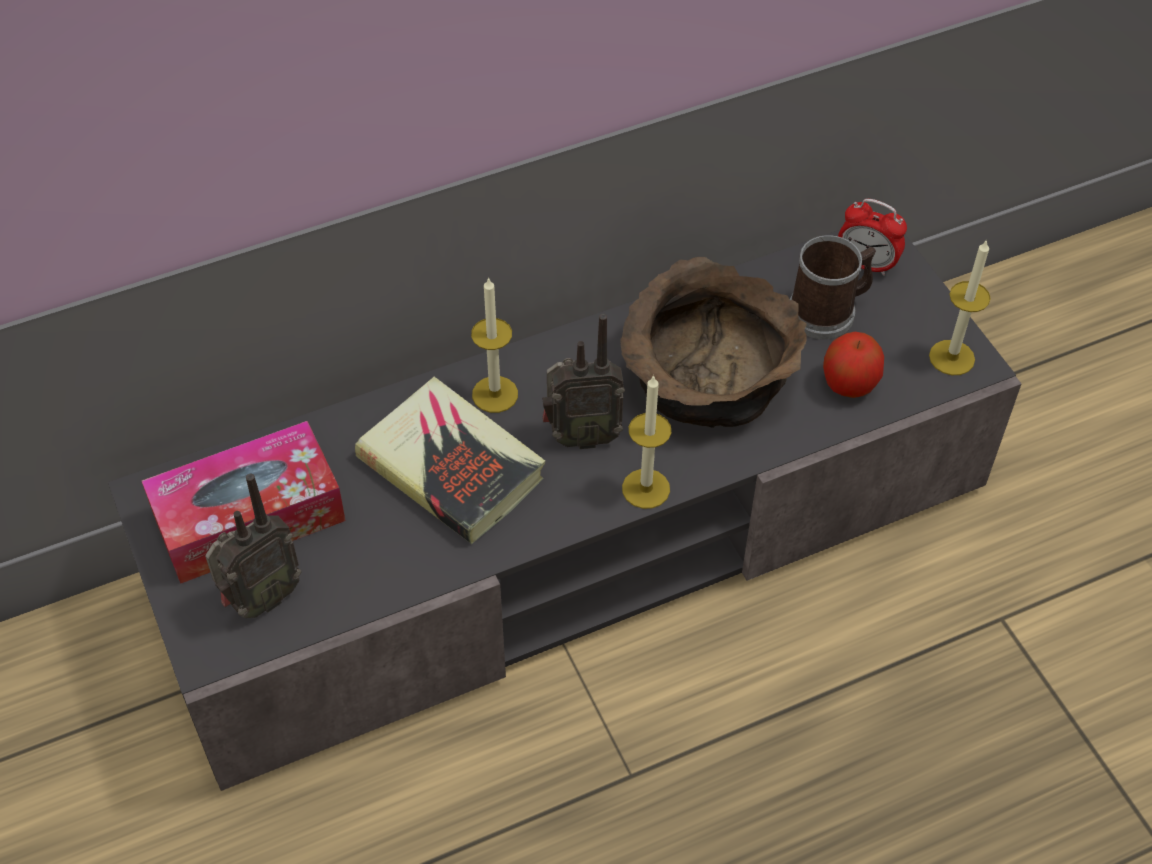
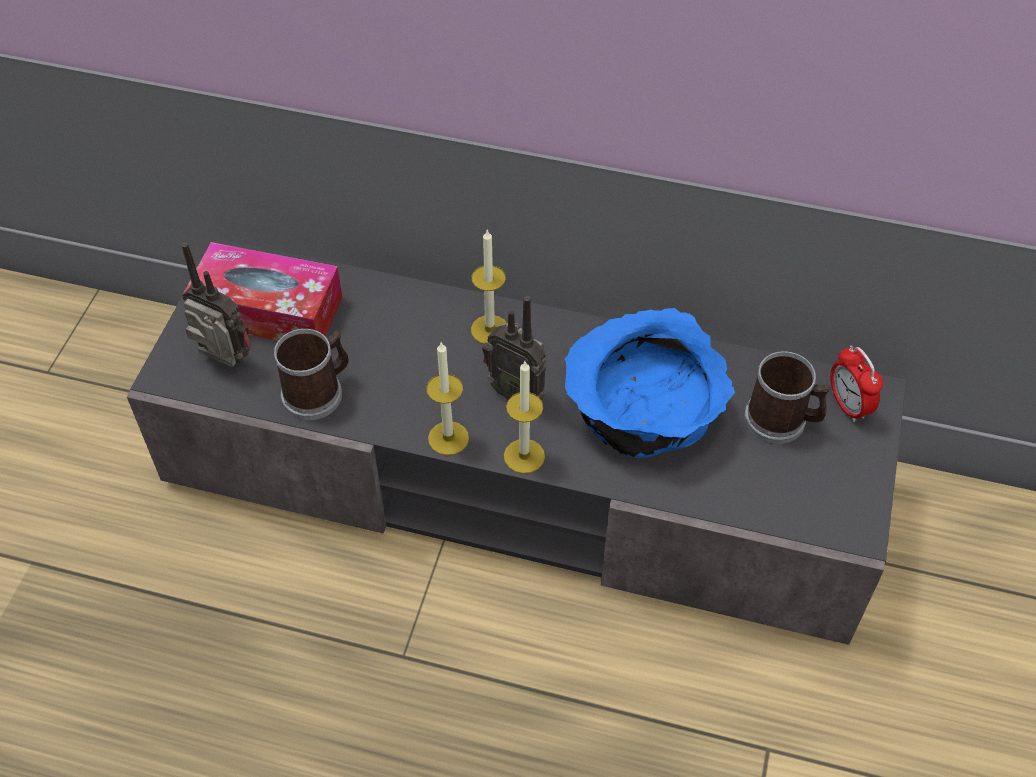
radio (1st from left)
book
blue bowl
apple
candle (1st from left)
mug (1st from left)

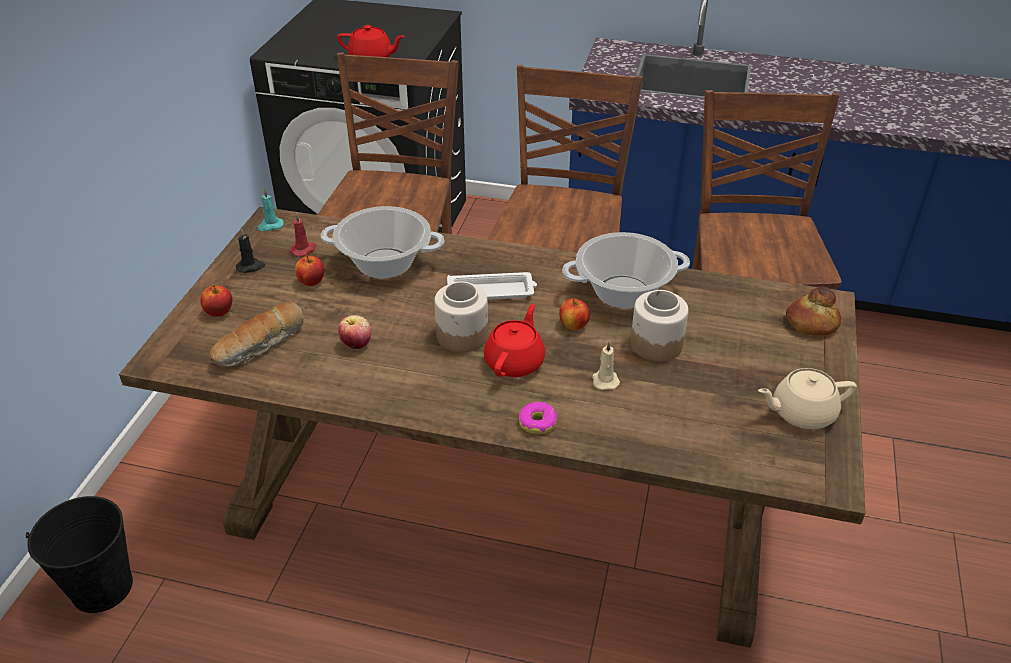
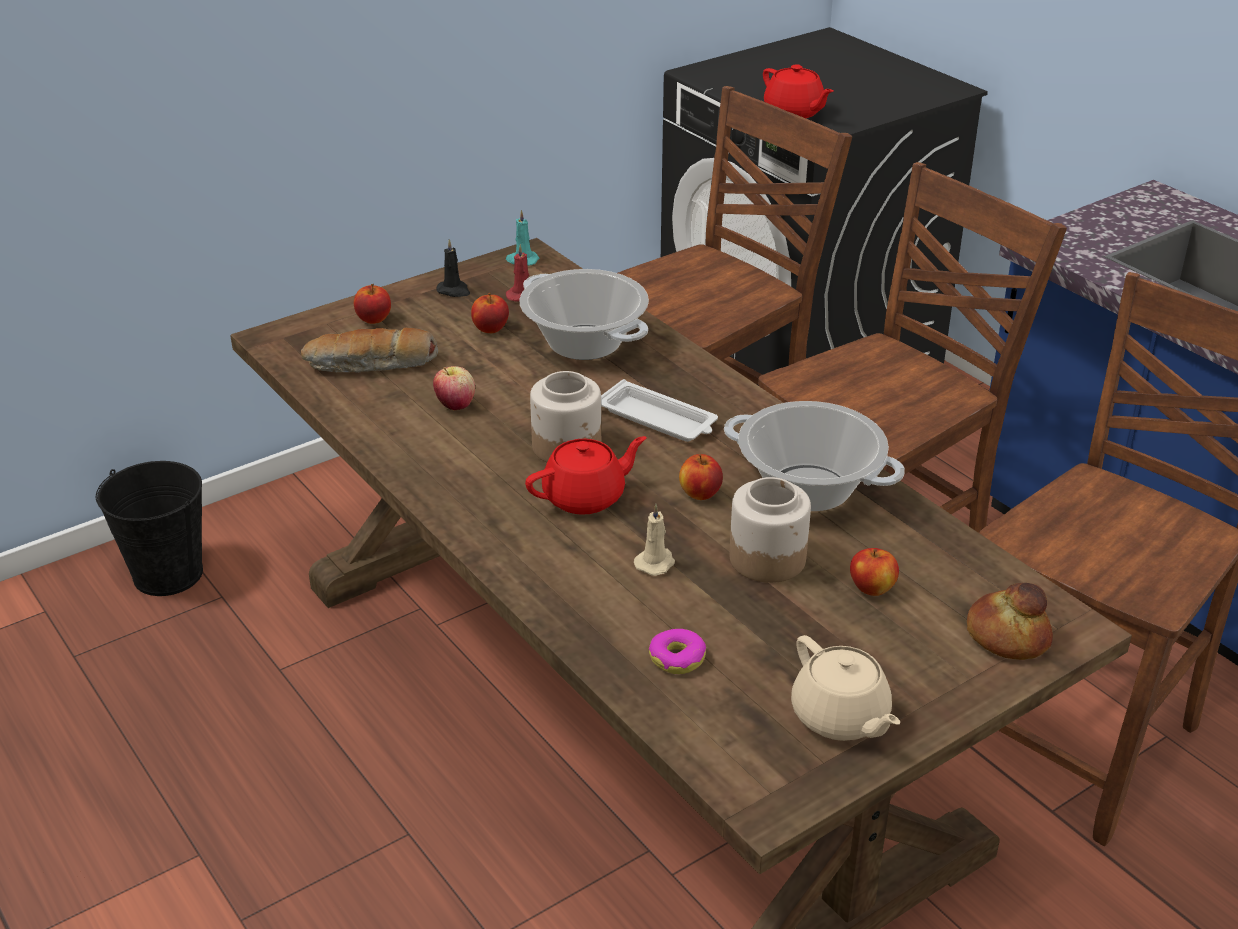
donut
beige teapot
apple (5th from left)

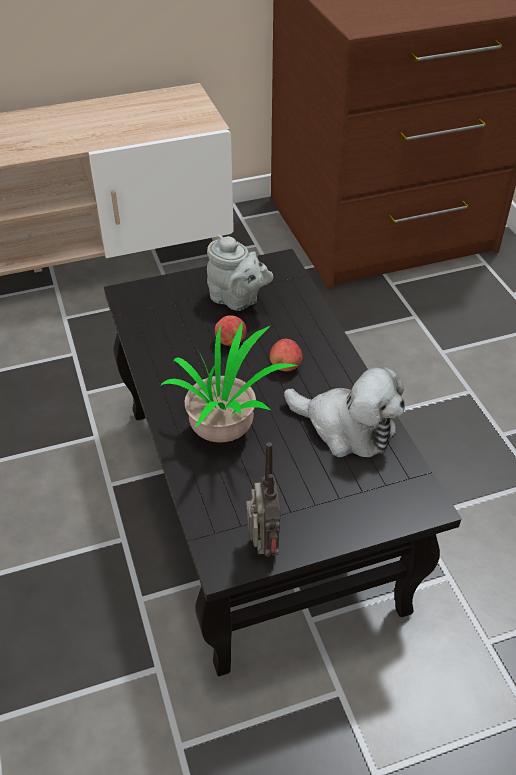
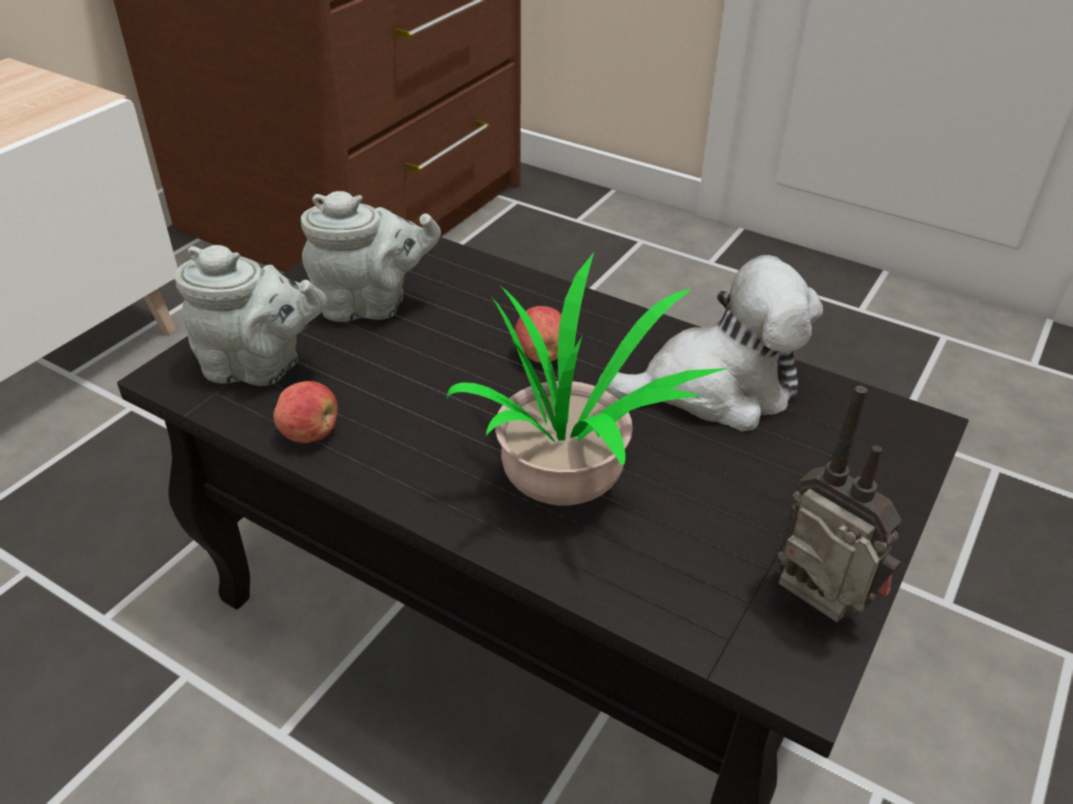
apple (1st from left)
grey teapot (1st from left)

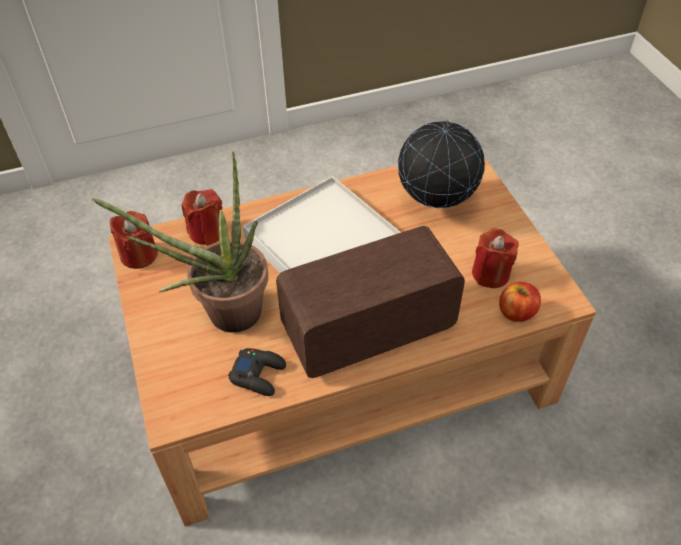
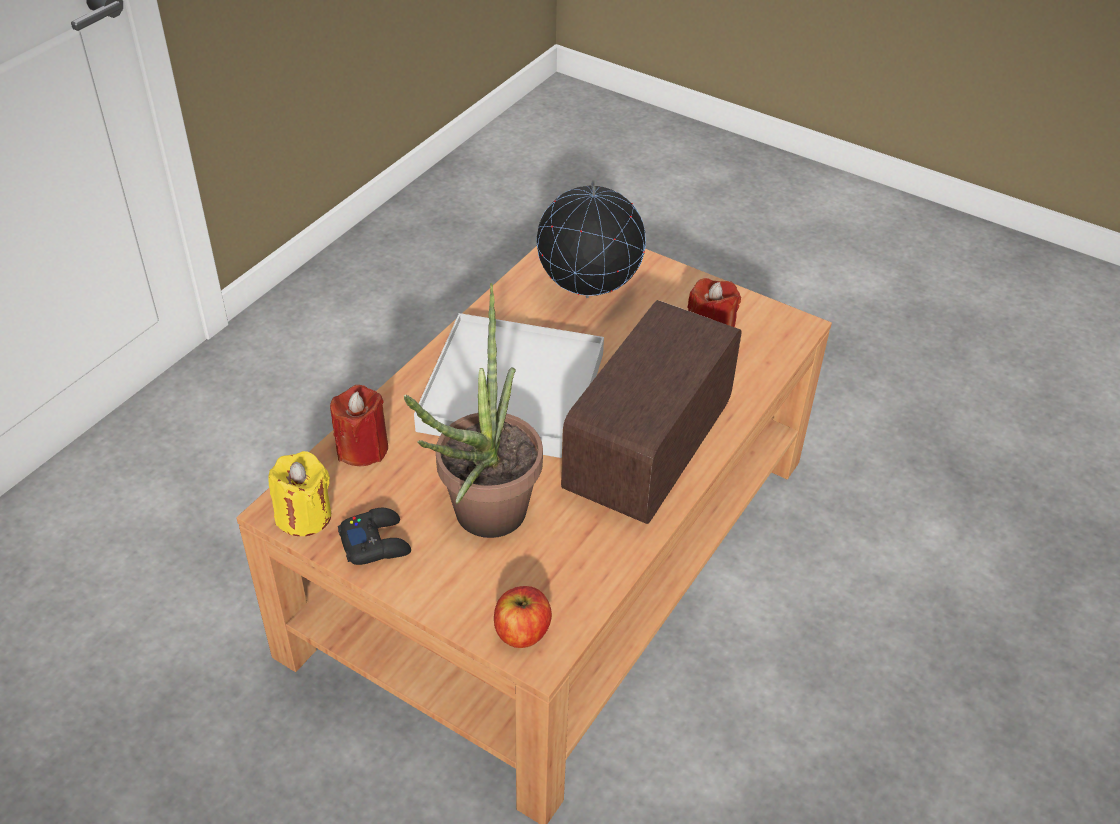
yellow candle
black game controller
apple

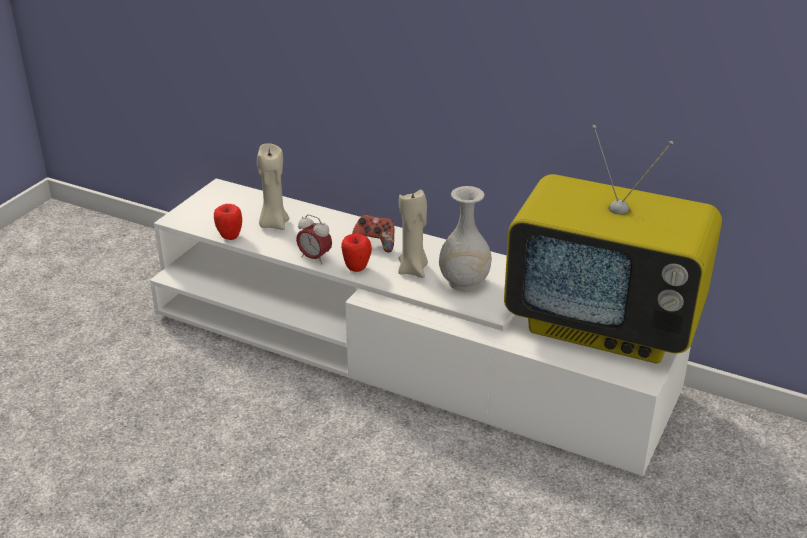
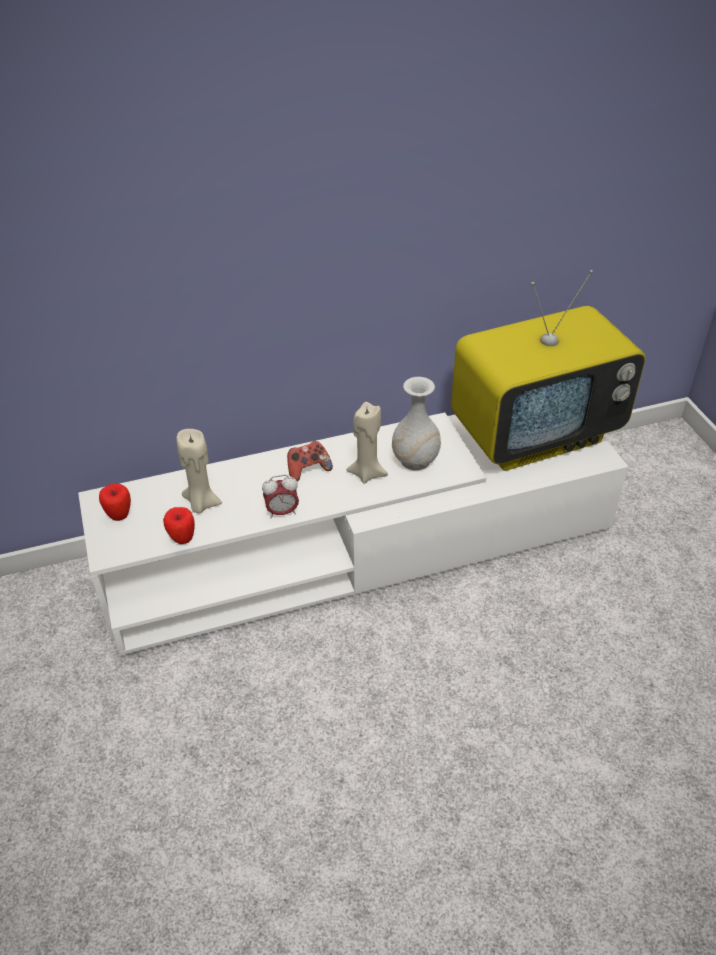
apple (1st from left)

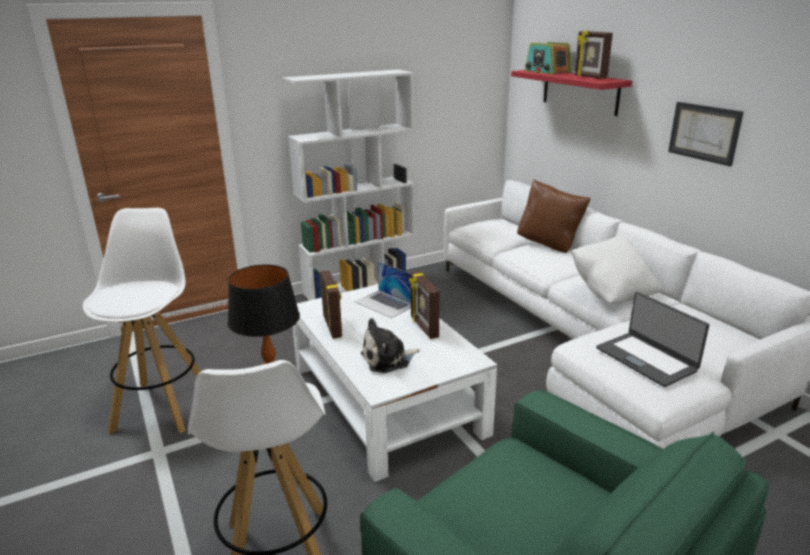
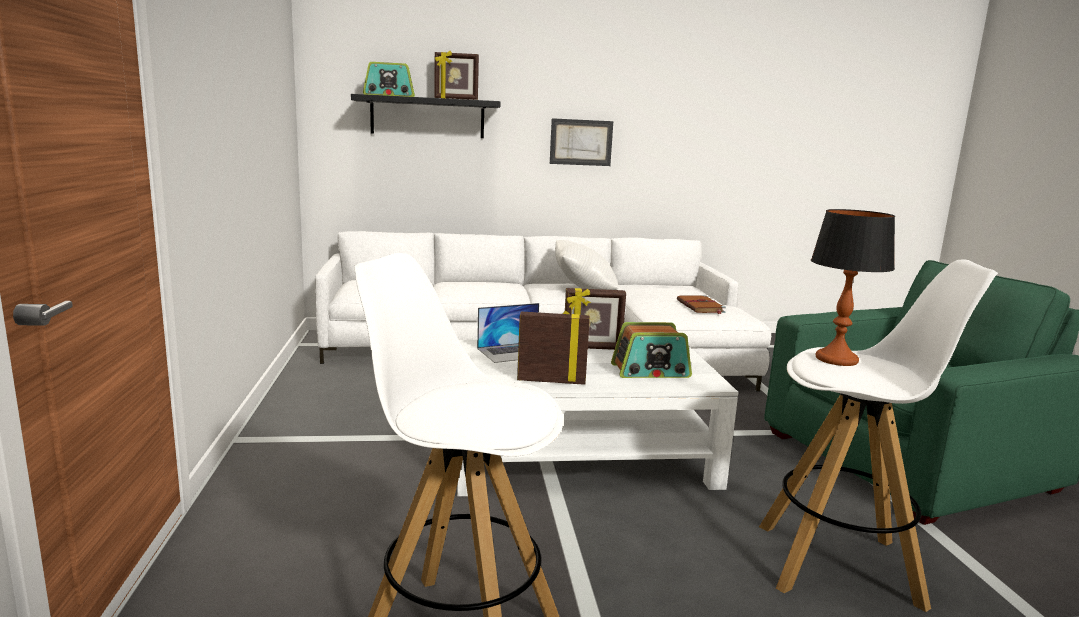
white bookcase
radio (2nd from left)
black shelf
brown pillow
brown book

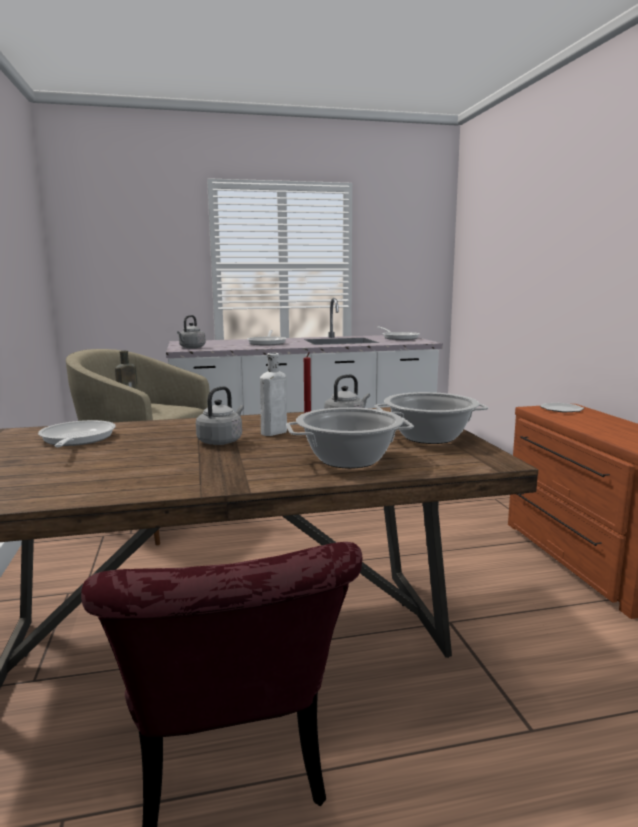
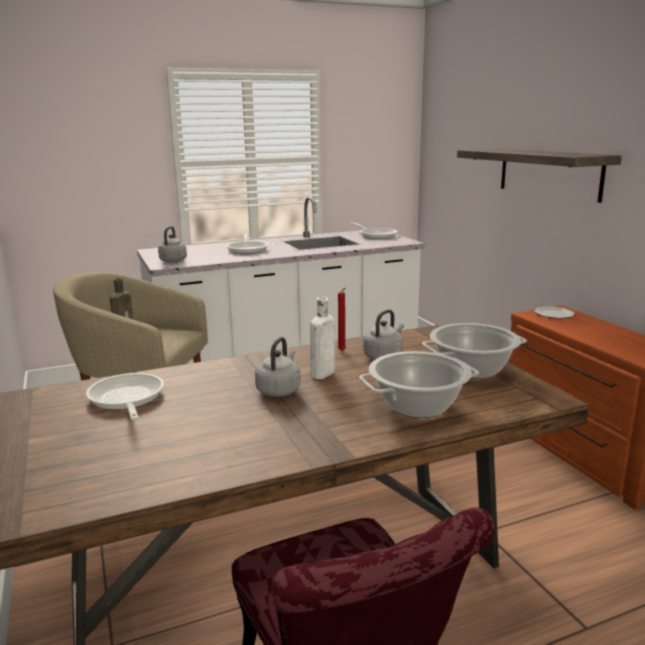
shelf

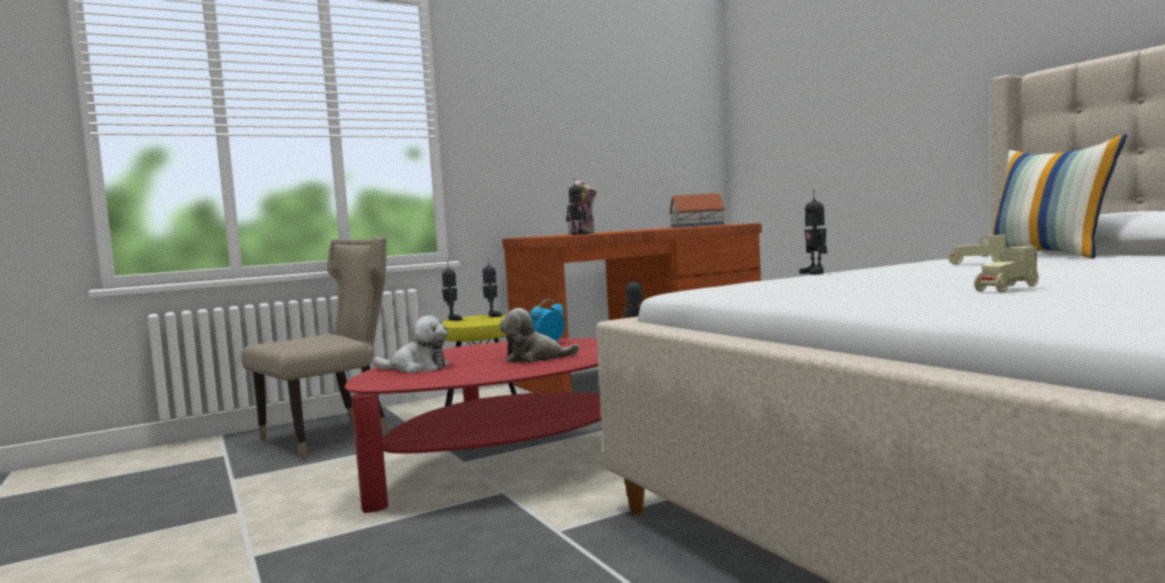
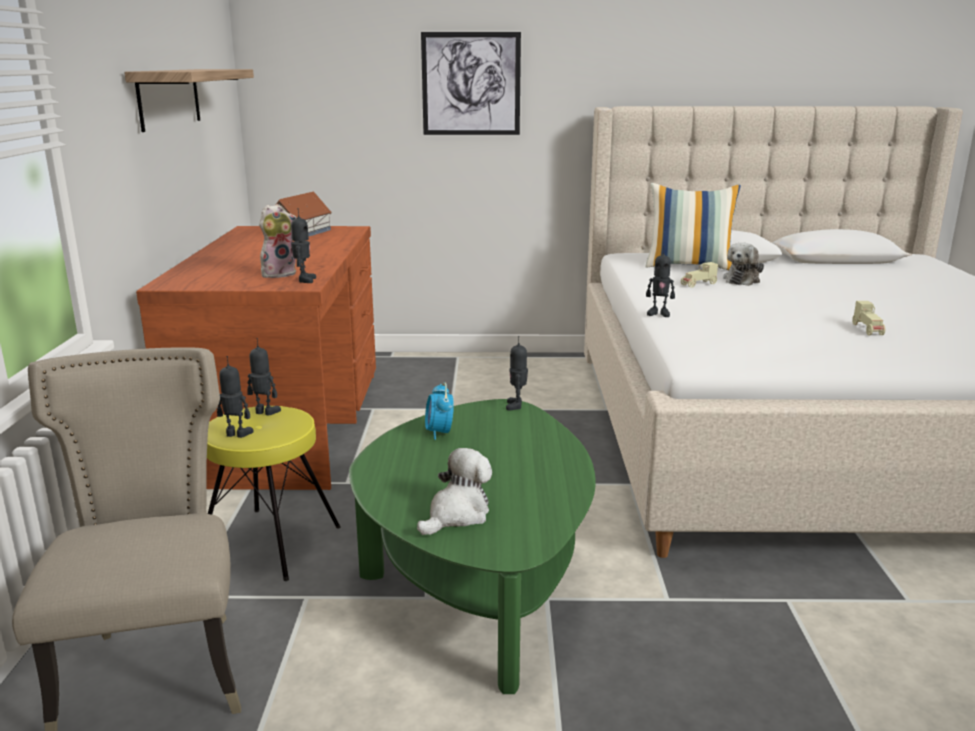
green coffee table
plush toy (3rd from left)
shelf
picture

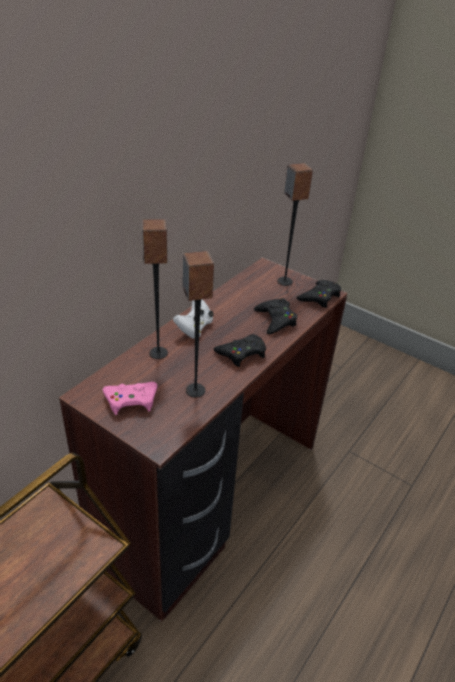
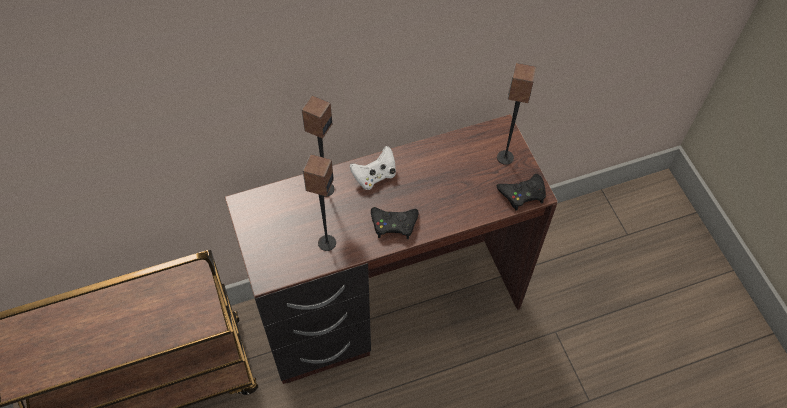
pink game controller
black game controller (2nd from left in the first image)

